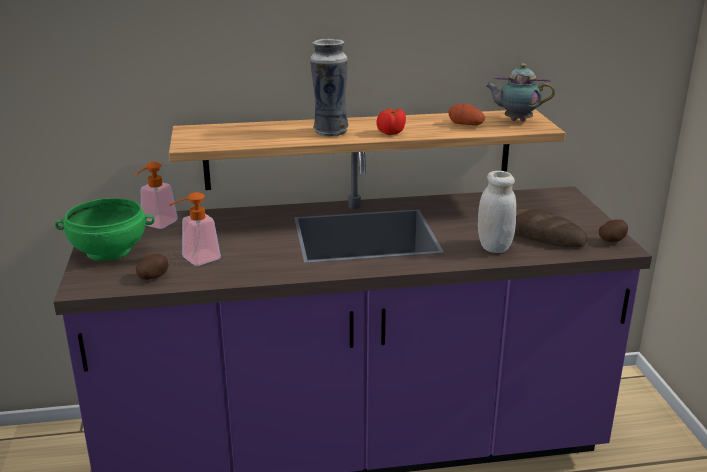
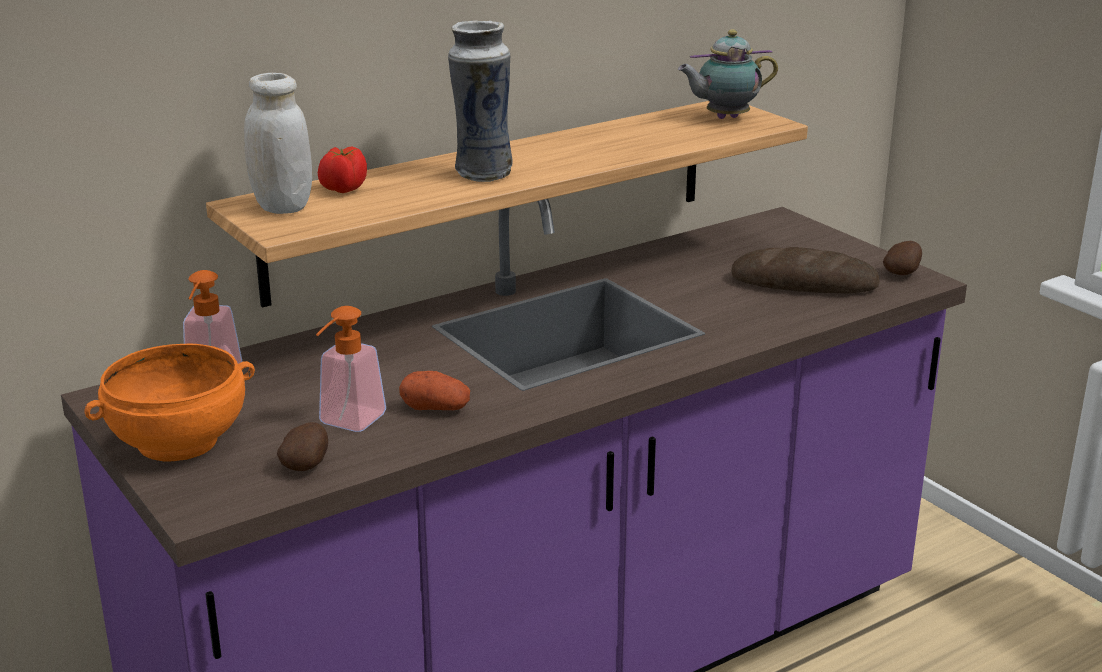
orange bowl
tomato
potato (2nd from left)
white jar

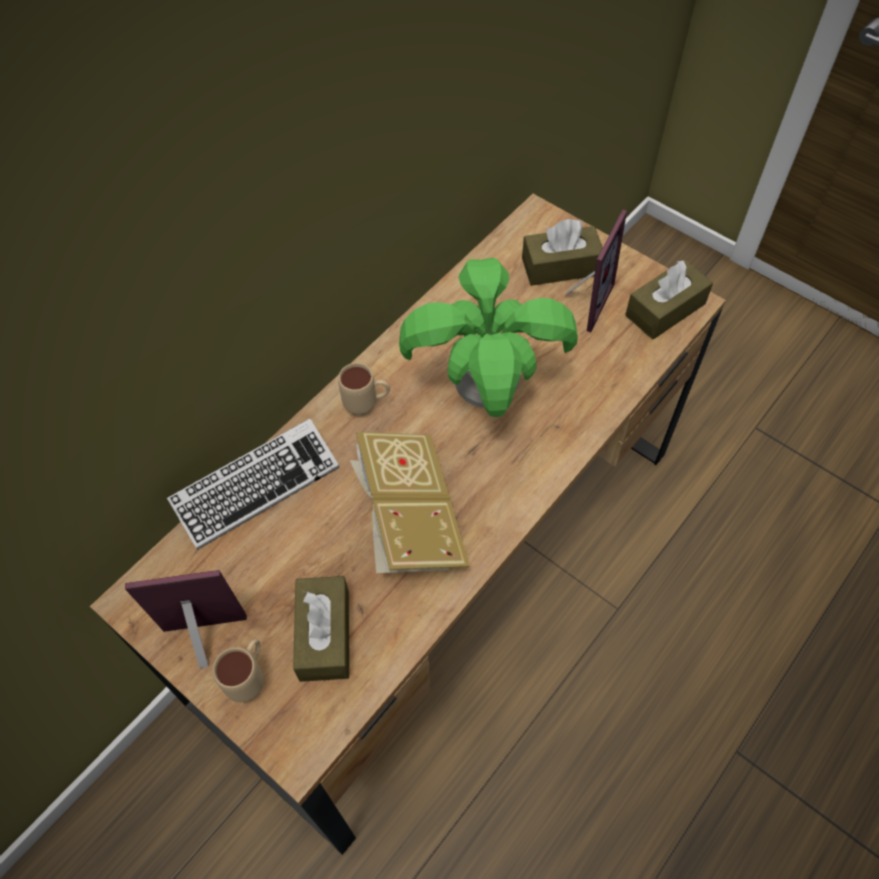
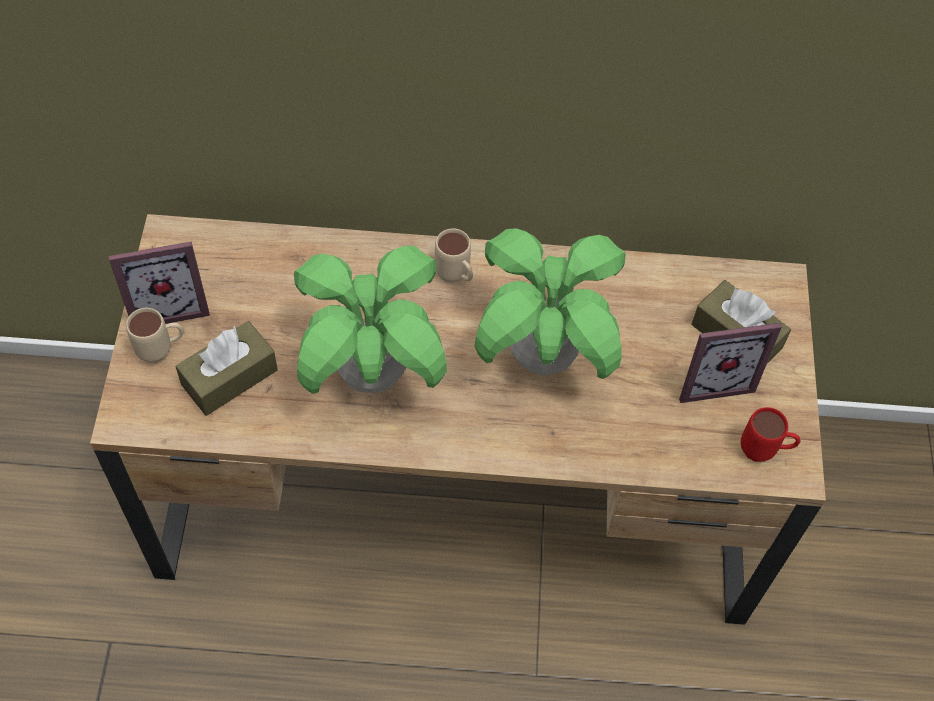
picture frame (1st from left)
keyboard
potted plant (1st from left)
red mug

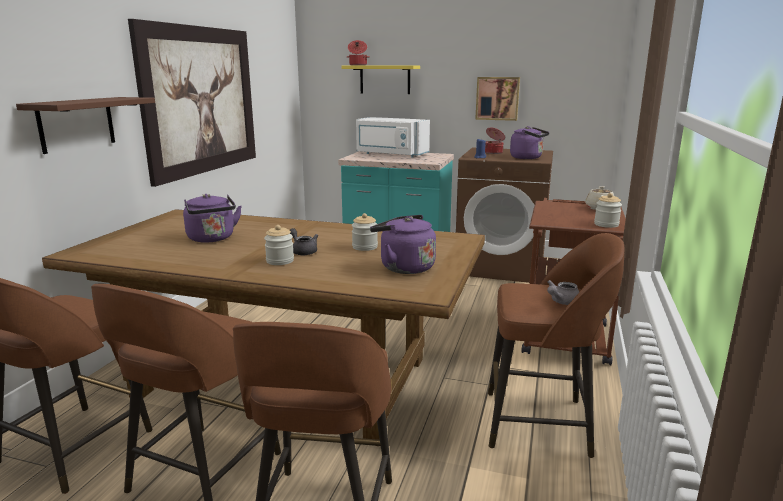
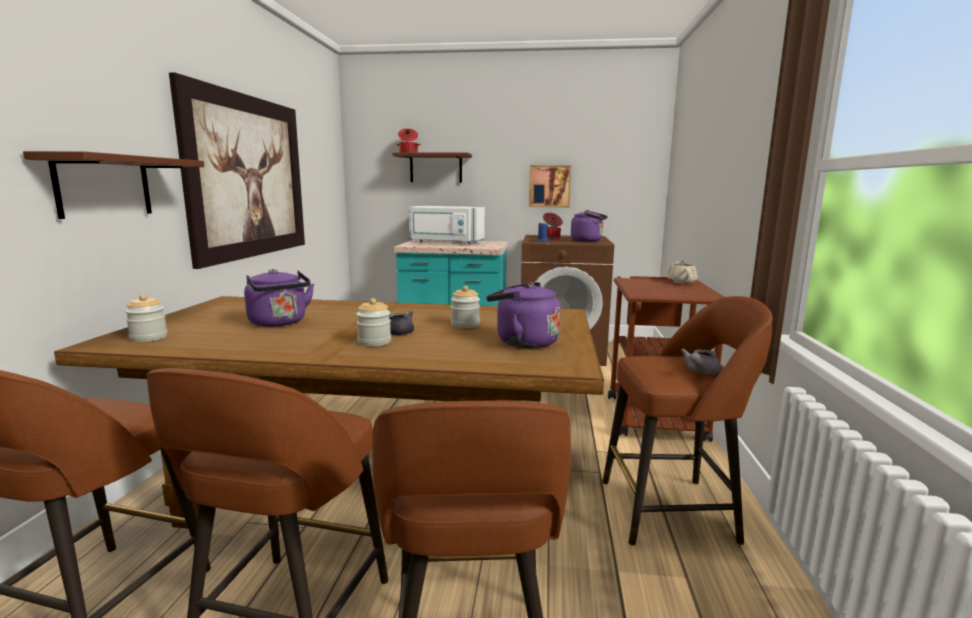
brown shelf (2nd from left)
jar (1st from left)

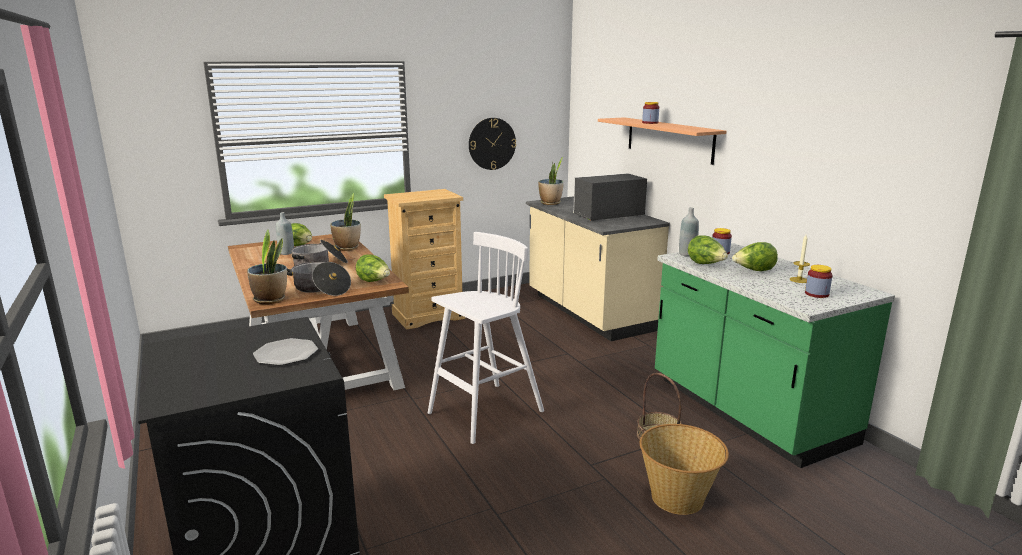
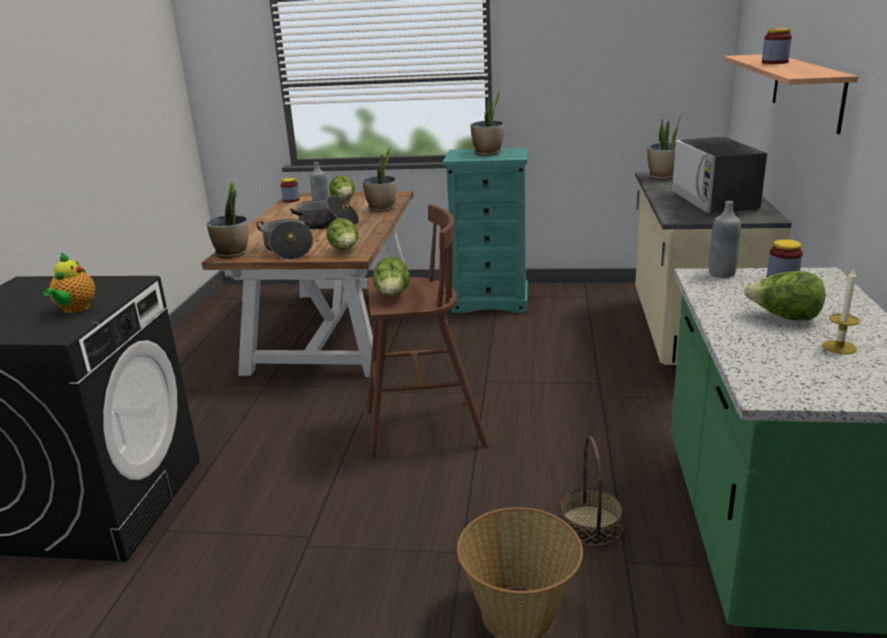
teapot
turquoise dresser
brown stool
wall clock
microwave
lettuce (3rd from left)
jar (1st from left)
potted plant (3rd from left)

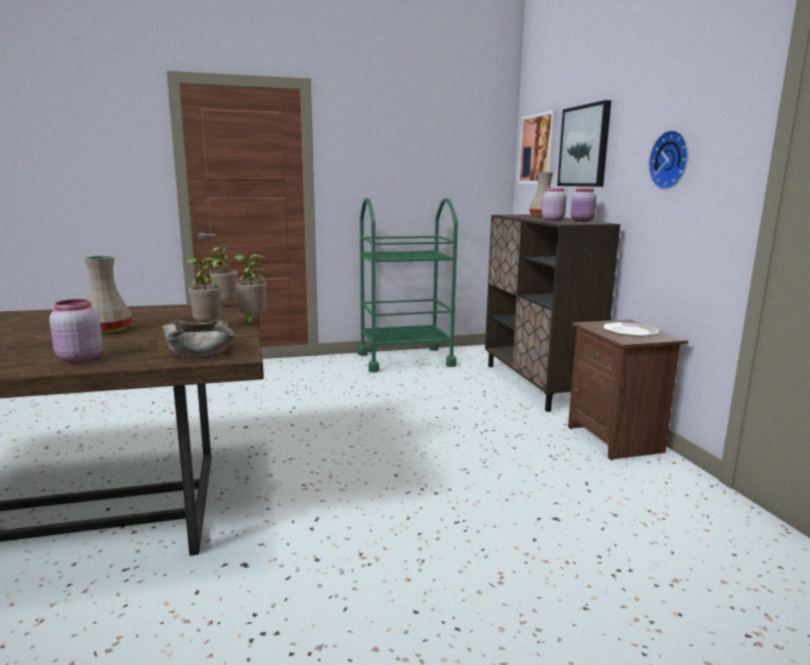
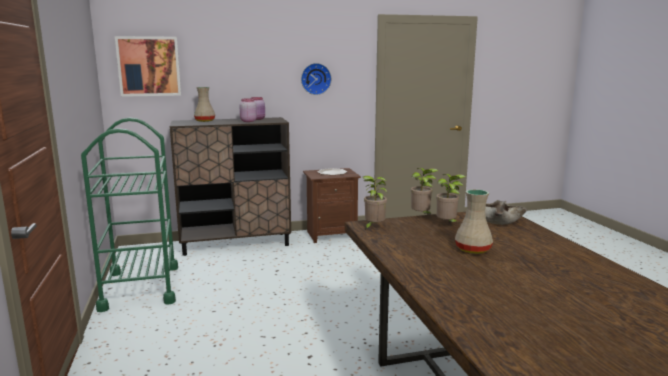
pink jar (1st from left in the first image)
picture (2nd from left in the first image)

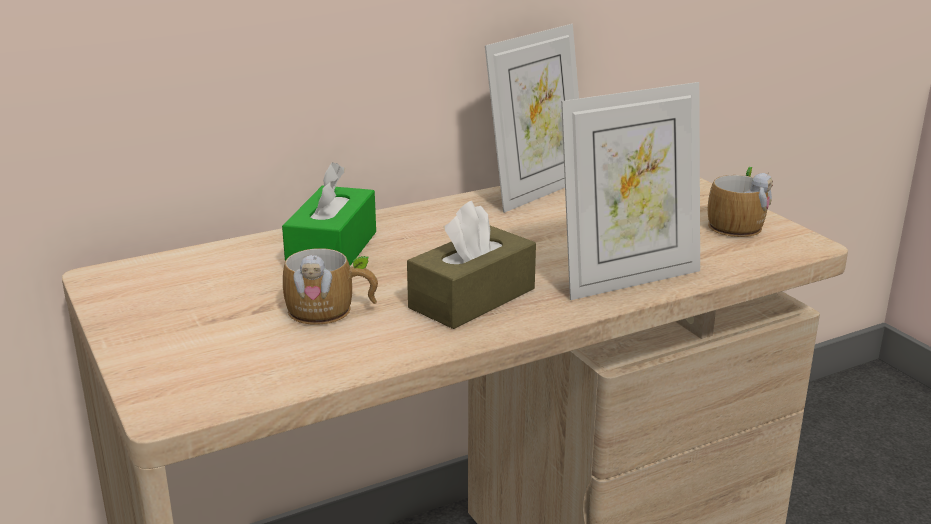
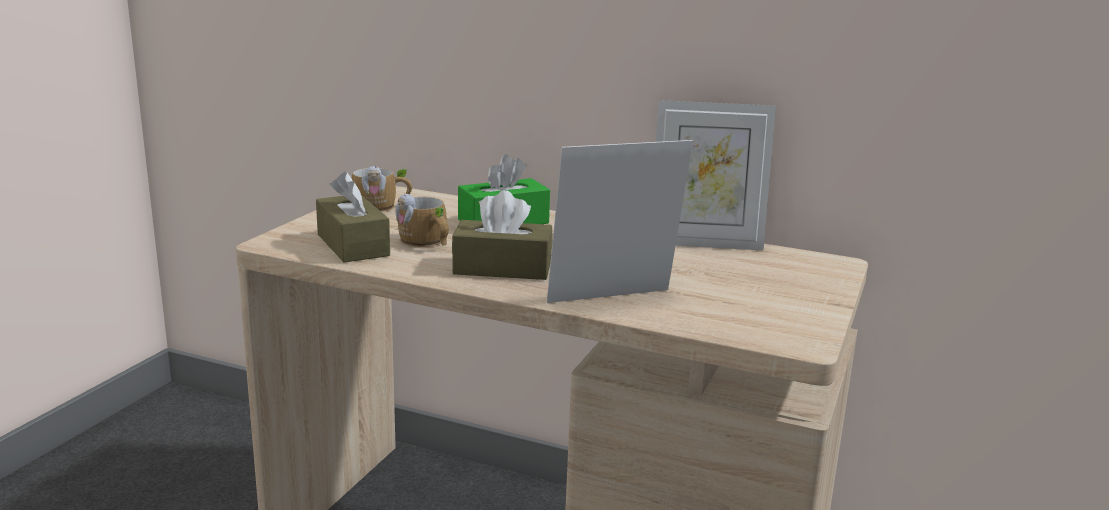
picture frame (1st from left)
mug (1st from left)
brown tissue box (1st from left)

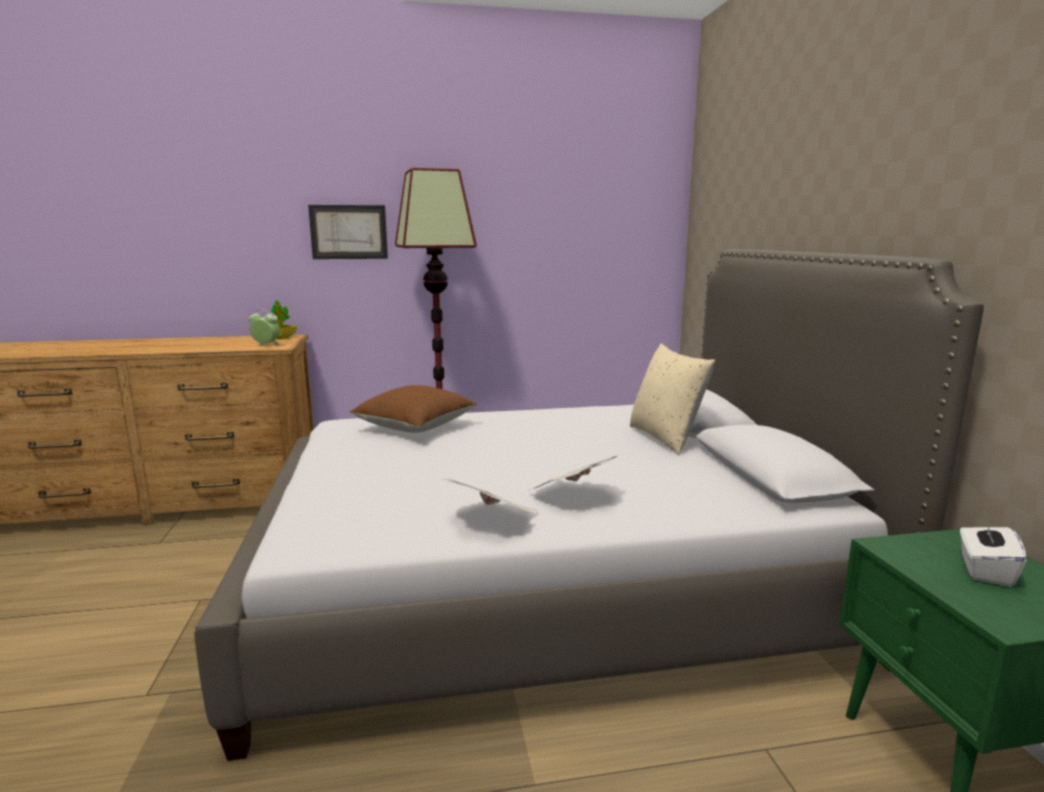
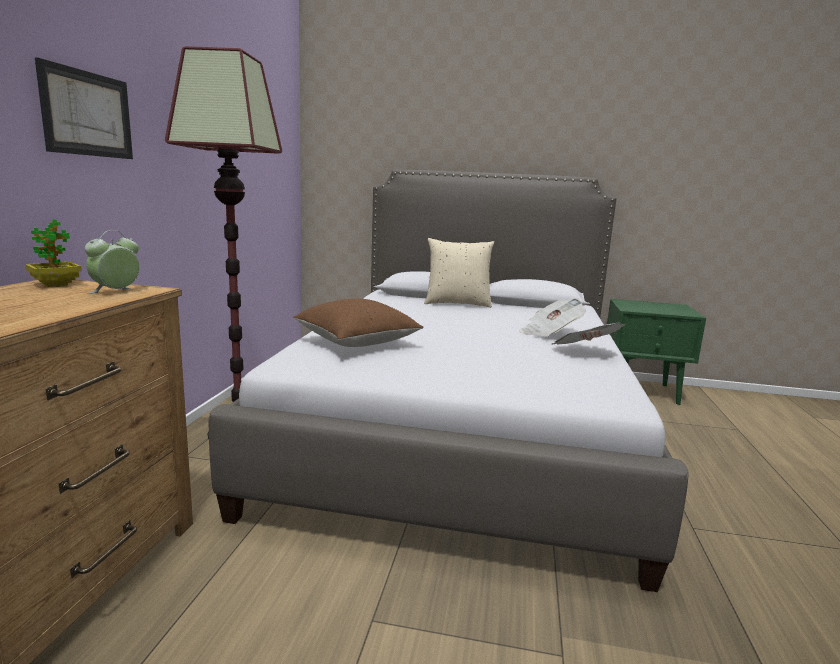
white tissue box

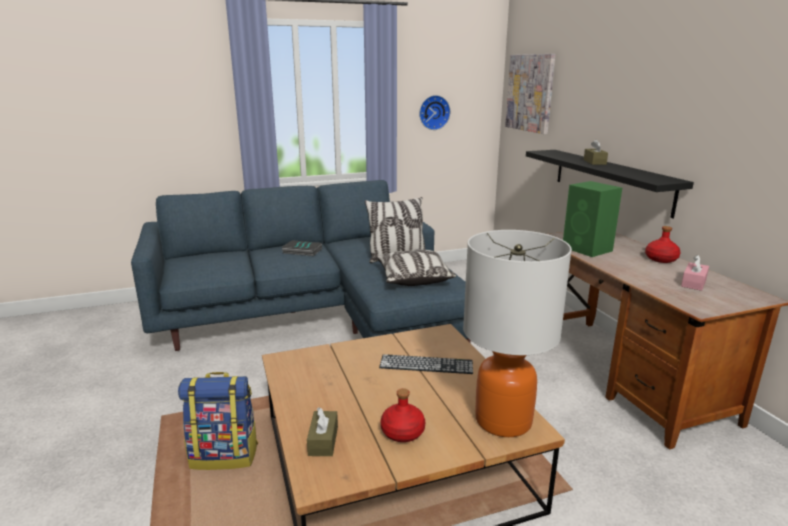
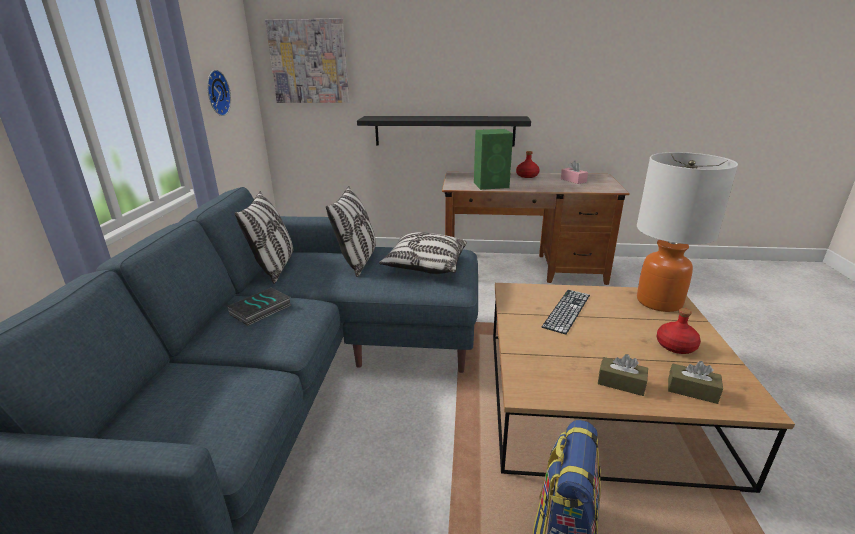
brown tissue box (1st from left)
pillow (1st from left)

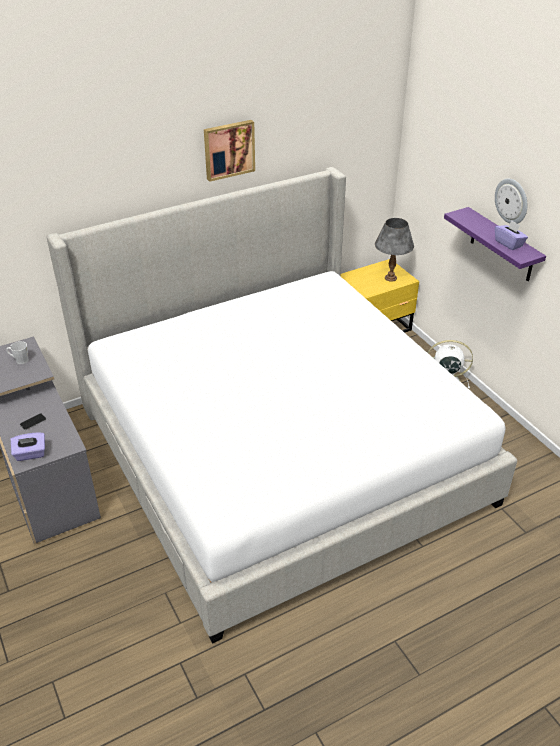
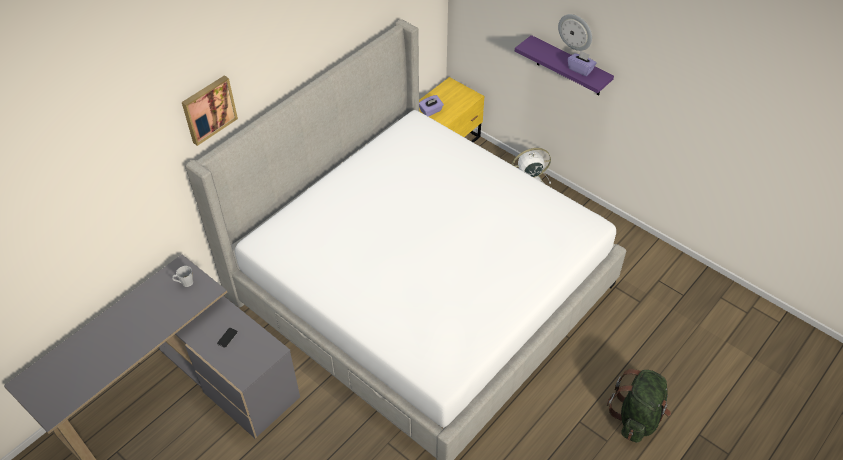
purple tissue box (1st from left)
picture
grey table lamp
green backpack

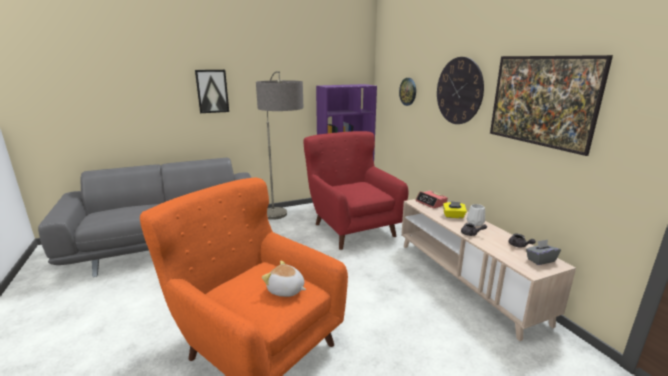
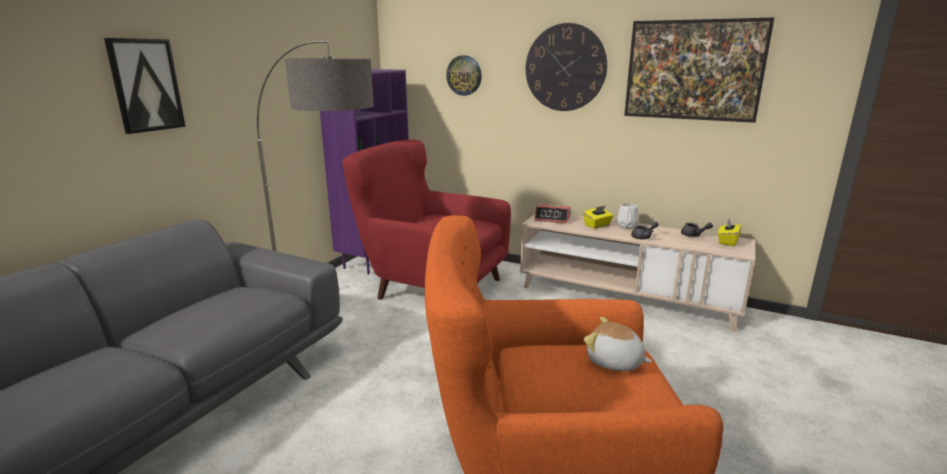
plush toy
yellow tissue box (2nd from left)

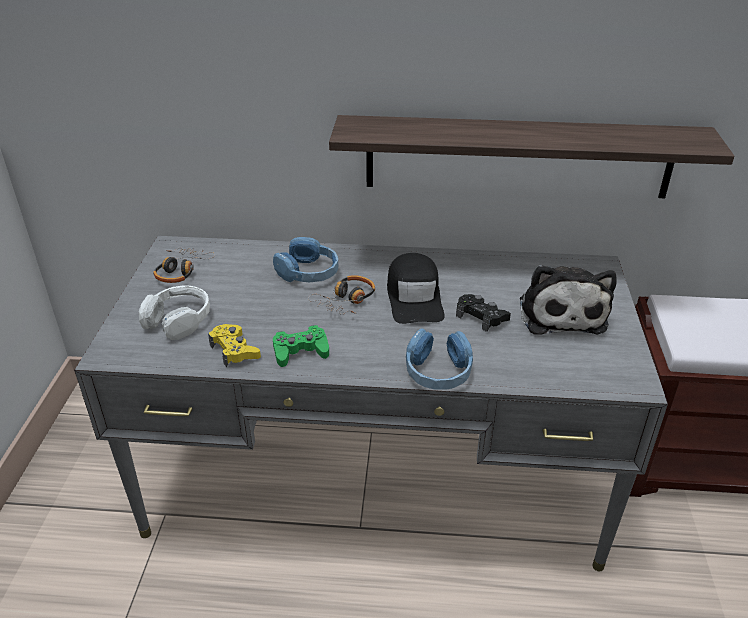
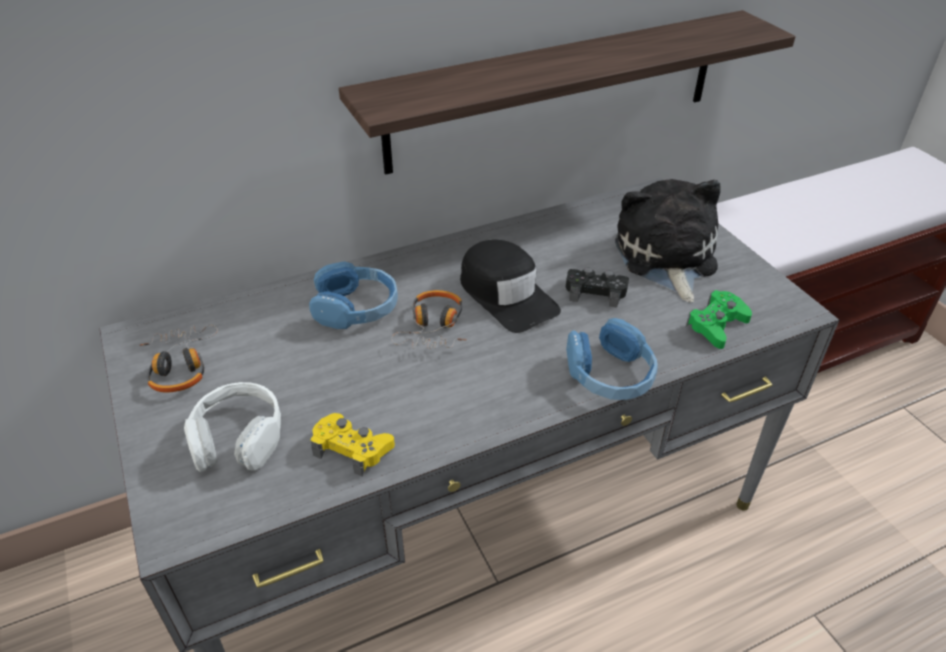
green game controller
plush toy

